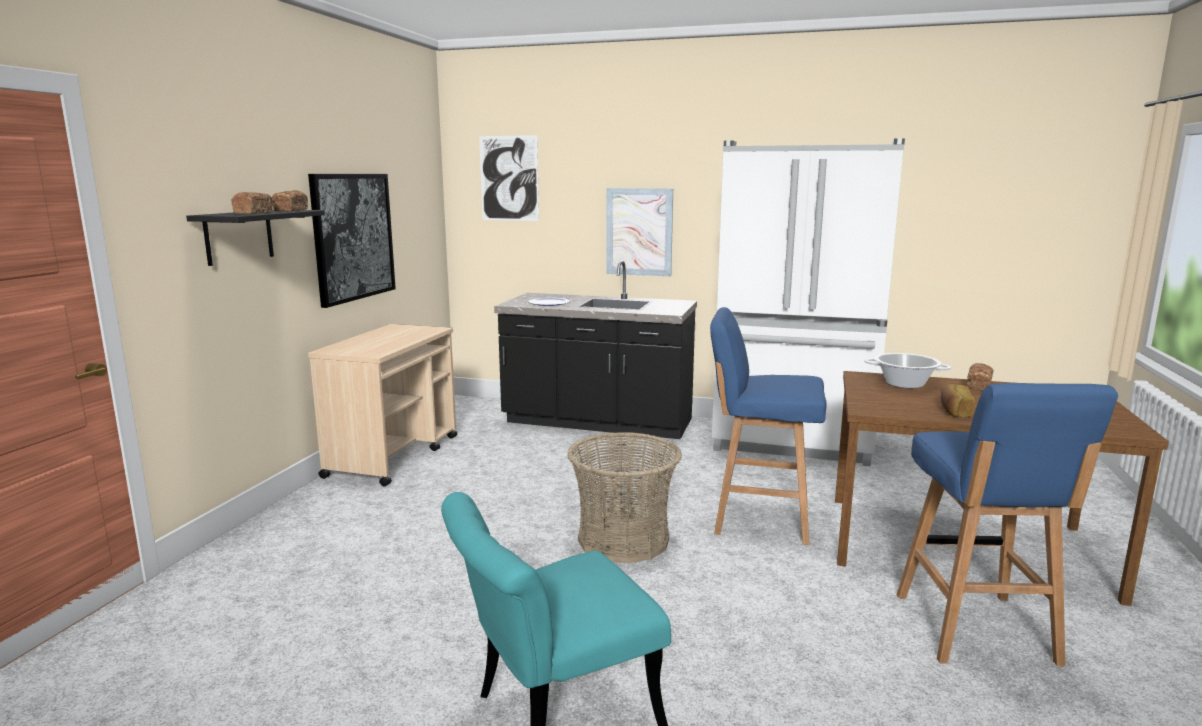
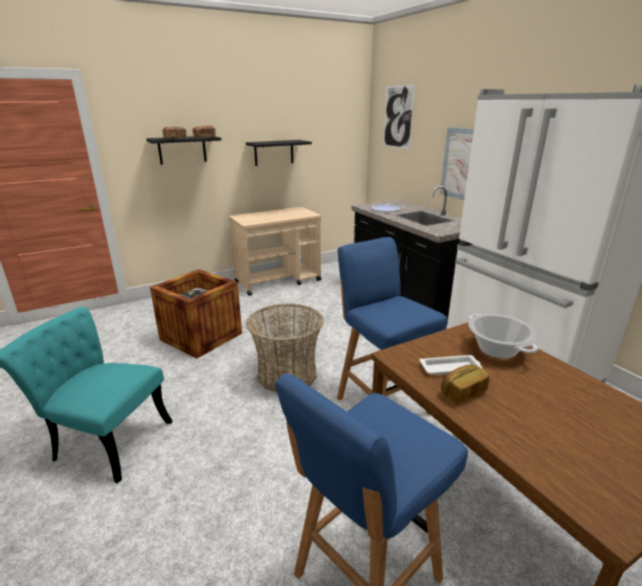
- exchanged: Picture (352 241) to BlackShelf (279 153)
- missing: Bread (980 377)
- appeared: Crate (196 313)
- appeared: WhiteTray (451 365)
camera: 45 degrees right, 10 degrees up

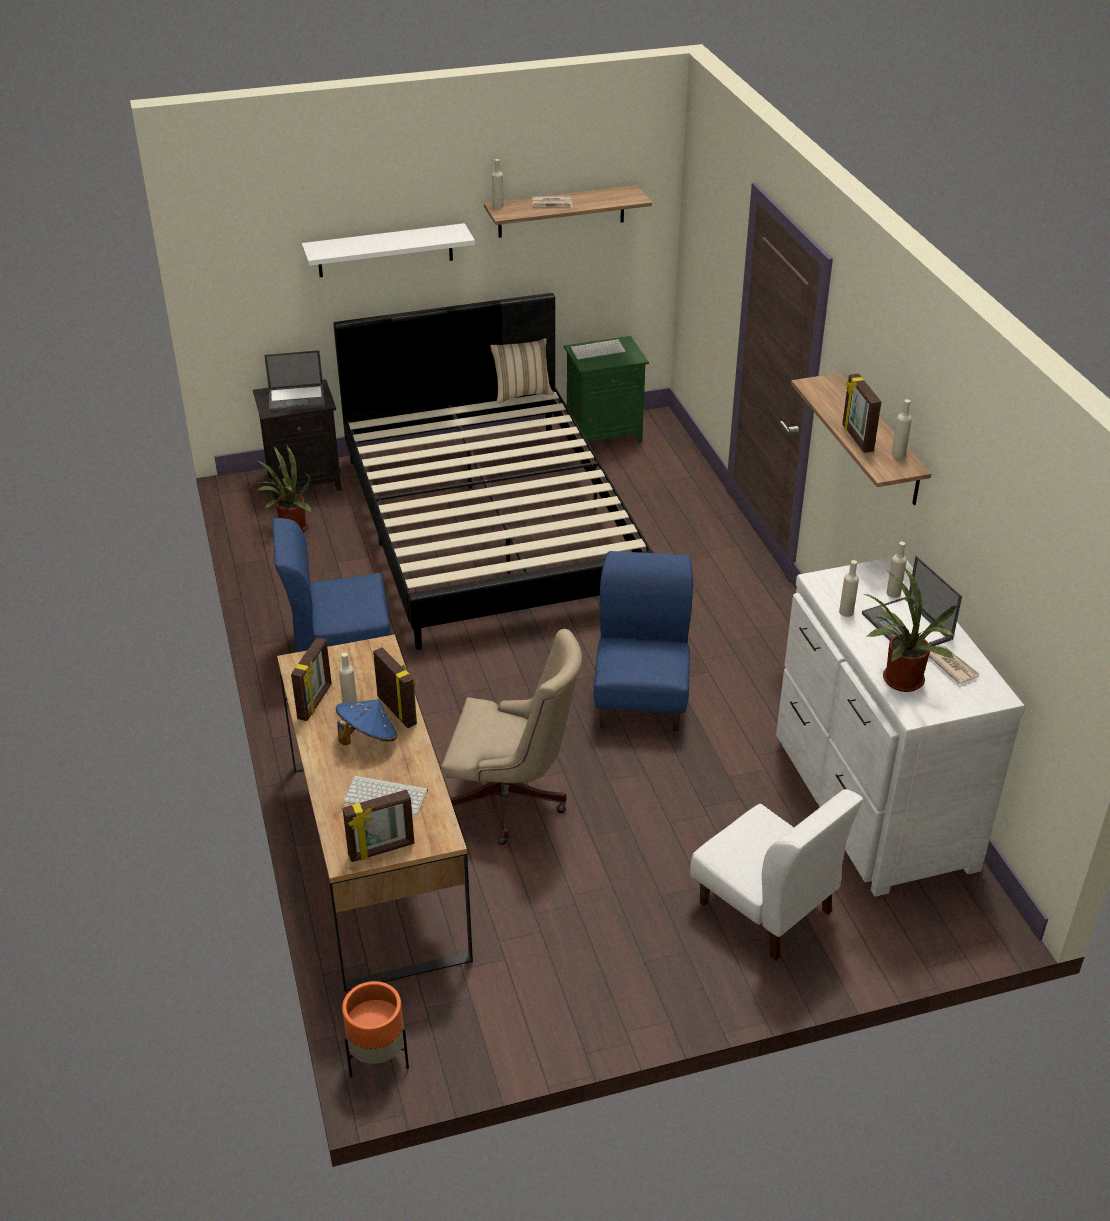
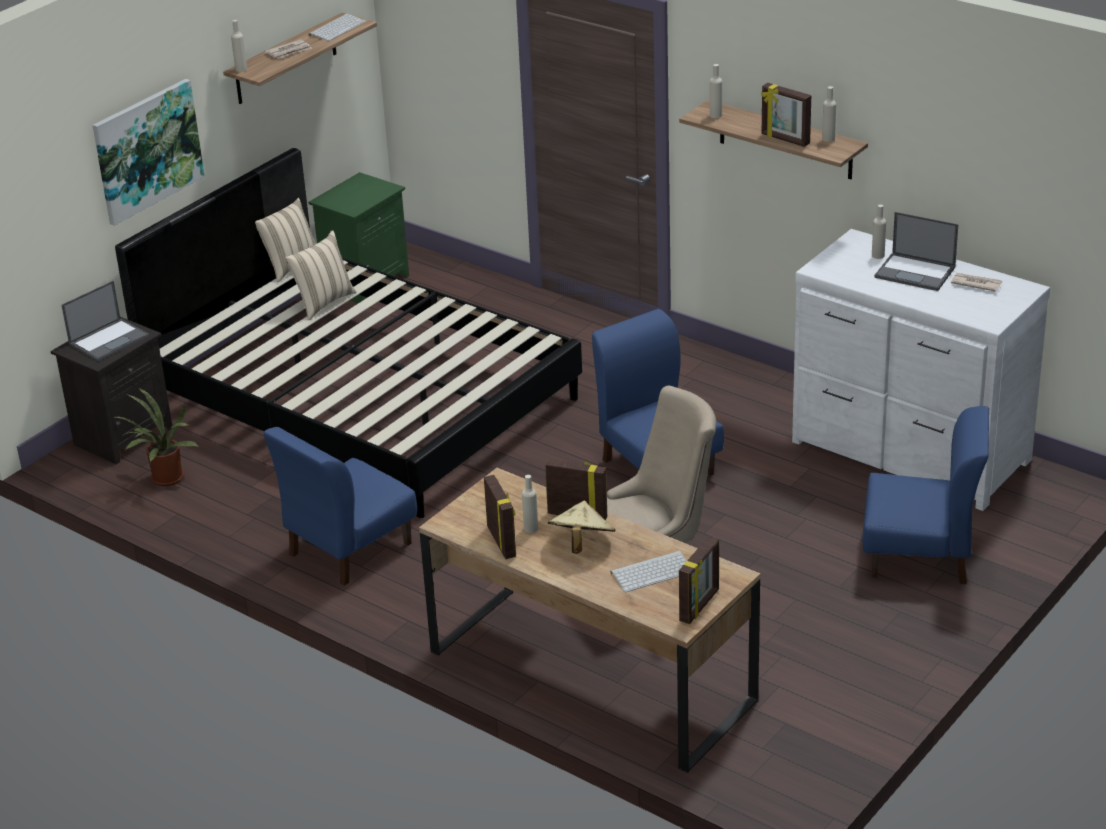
- exchanged: WhiteShelf (388 250) to Picture (149 152)
- colour: BlueHat (367 722) to BeigeHat (581 527)
- missing: OrangePlanter (375 1029)
- relocated: Keyboard (598 349) to (337 27)
- colour: WhiteChair (776 875) to BlueChair (925 495)
- relocated: BeigeBottle (849 588) to (716 91)
- missing: PottedPlant (910 630)
- appeared: BeigePillow (320 275)
camera: 35 degrees left, 5 degrees down

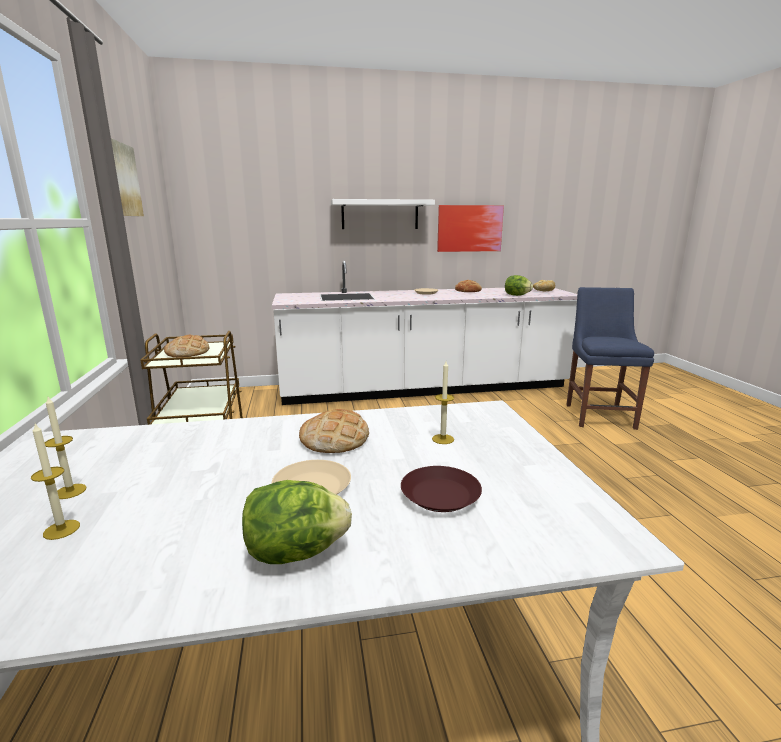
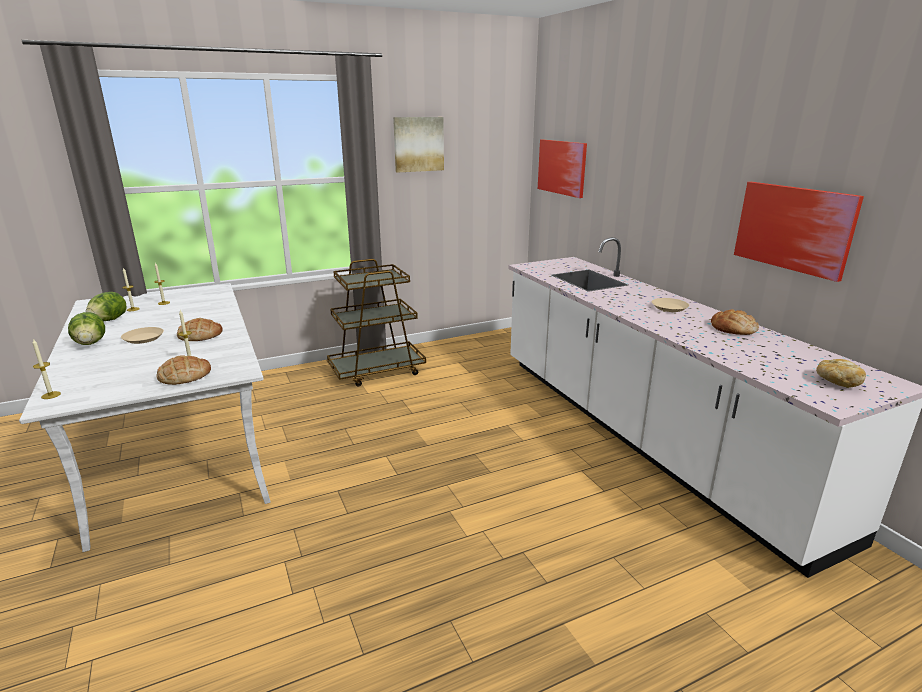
- relocated: Bread (187 346) to (184 370)
- missing: WhiteShelf (383 214)
- missing: BrownPlate (441 489)
- relocated: Lettuce (519 285) to (106 306)
- missing: BlueChair (610 358)
- appeared: Candle (47 369)
- appeared: Picture (562 169)
camera: 75 degrees right, 5 degrees up

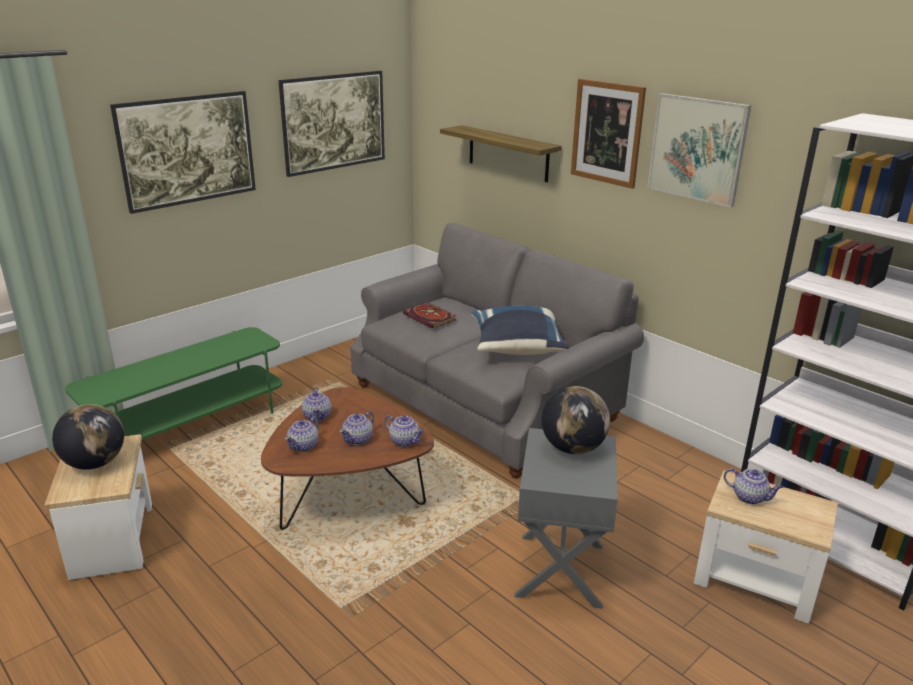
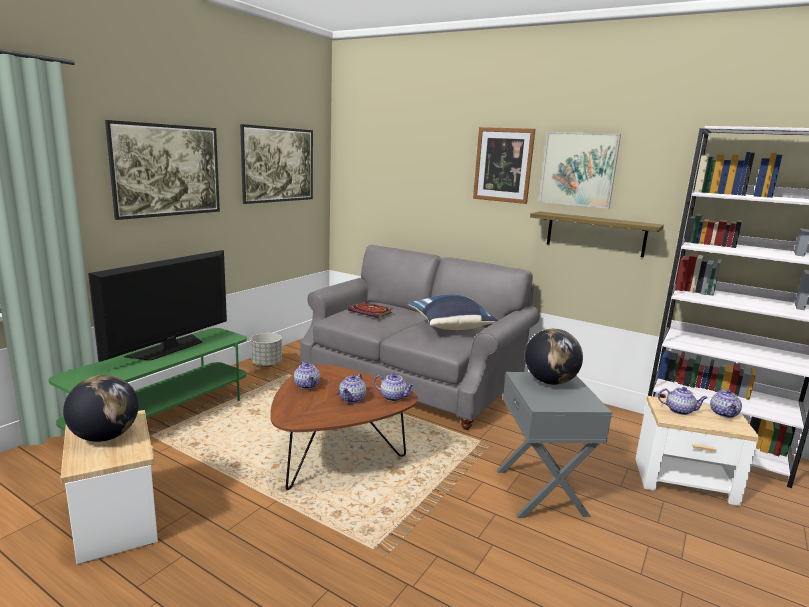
- relocated: Teapot (302 434) to (726 403)
- relocated: Shelf (501 153) to (597 234)
- appeared: Television (157 306)
- appeared: GreyPlanter (266 350)
camera: 15 degrees left, 10 degrees down

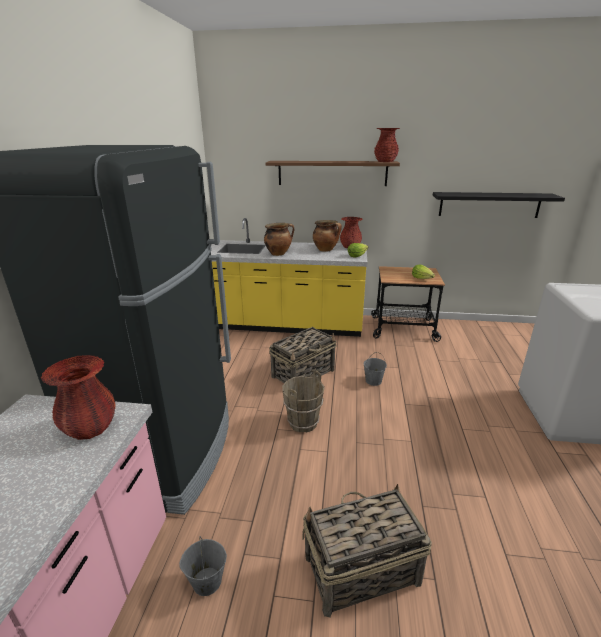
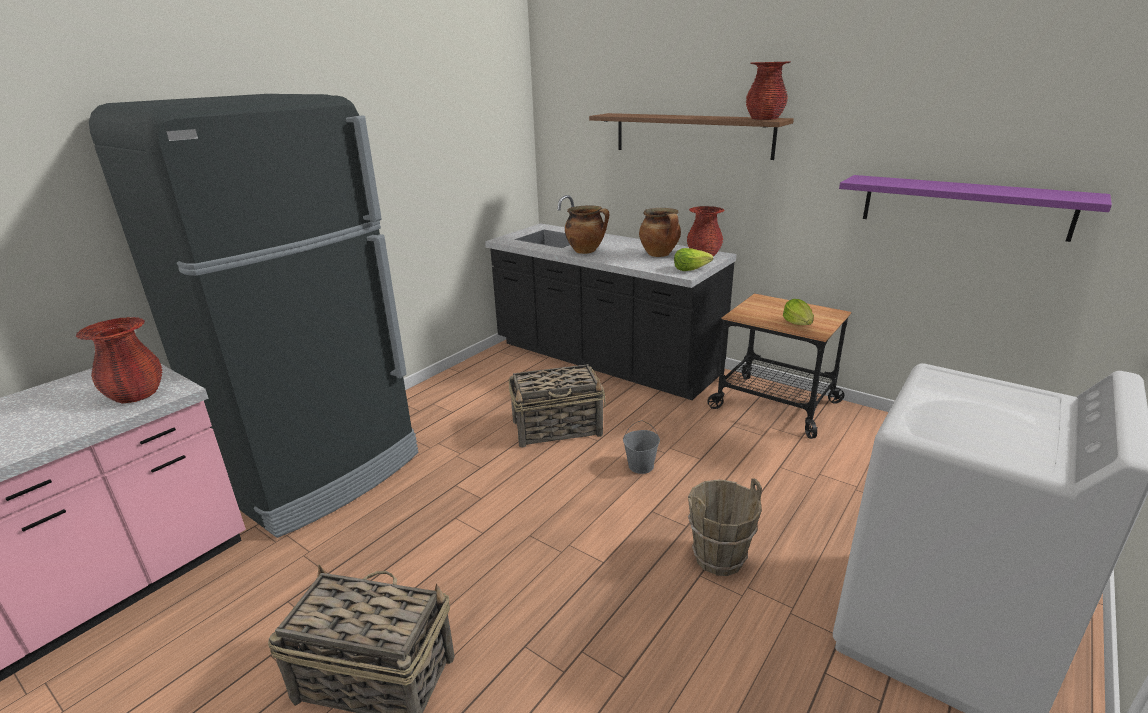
- missing: GreyBucket (203 566)
- colour: YellowCounter (289 277) to BlackCounter (611 297)
- relocated: BrownBucket (303 401) to (725 527)
- colour: BlackShelf (499 205) to PurpleShelf (975 208)
camera: 30 degrees right, 0 degrees up

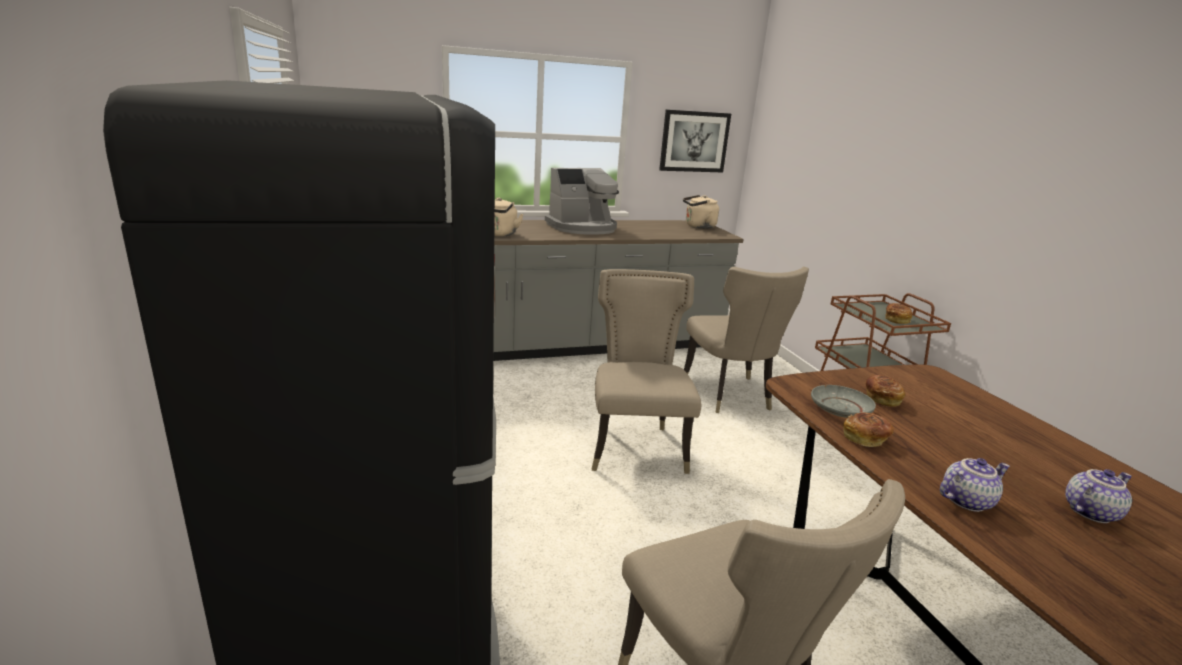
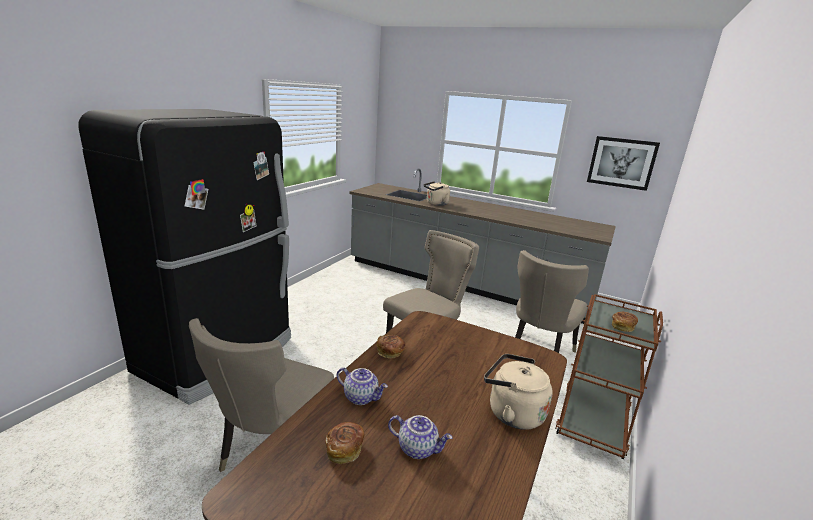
- missing: CoffeeMachine (582 201)
- relocated: BeigeKettle (701 212) to (518 392)
- missing: GreyPlate (843 401)
- relocated: Bread (885 391) to (344 443)
camera: 45 degrees right, 0 degrees up

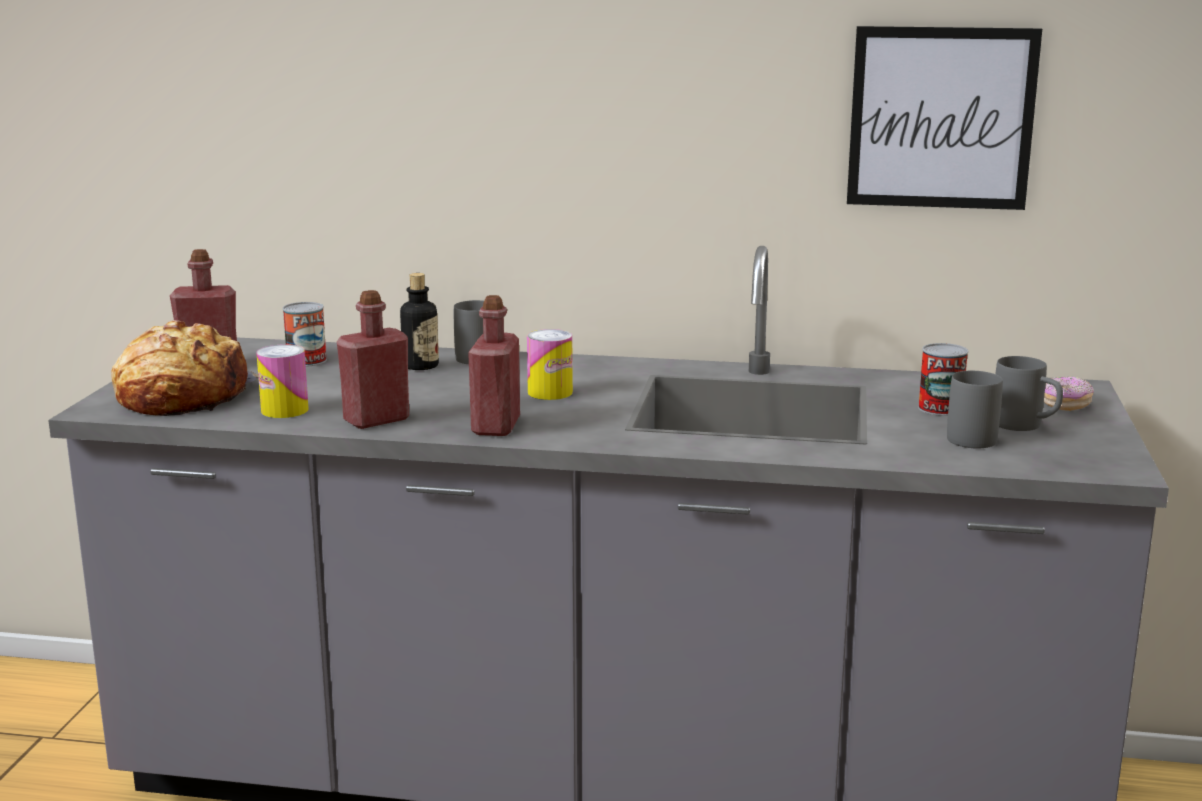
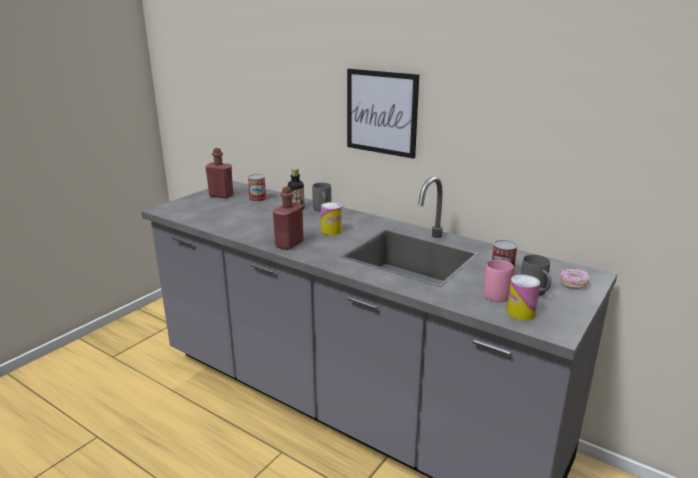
- missing: Bread (184 368)
- relocated: Can (282 381) to (523 297)
- missing: RedBottle (373 359)
- relocated: Picture (944 118) to (383 114)
- colour: GreyMug (975 409) to PinkMug (498 280)
camera: 25 degrees right, 5 degrees up

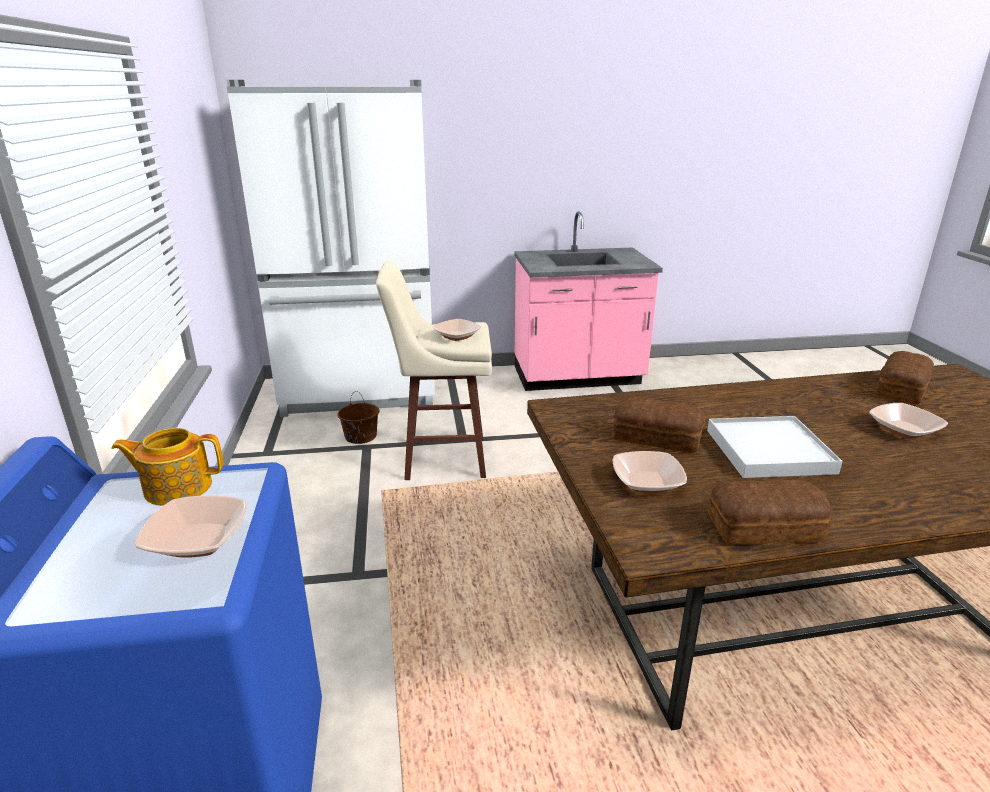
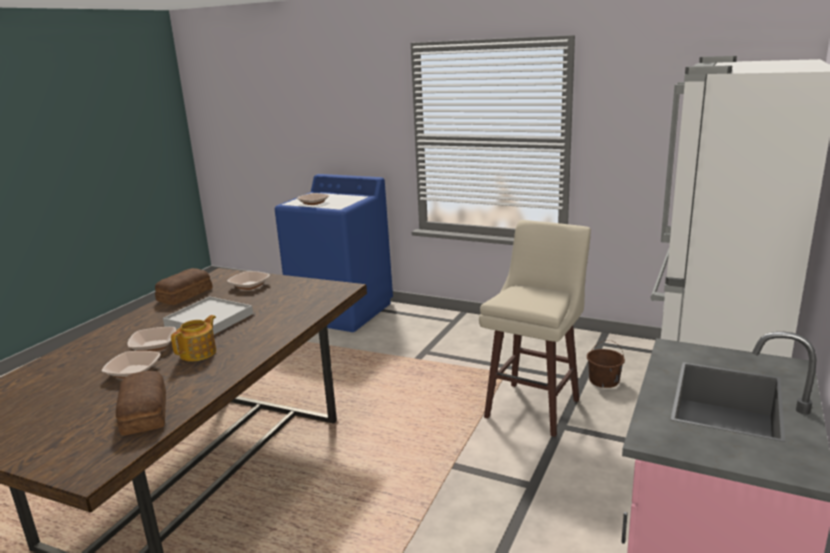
- relocated: Teapot (167 467) to (193 338)
- relocated: Bowl (457 330) to (151 339)
- missing: Bread (659 425)
camera: 125 degrees right, 5 degrees down

